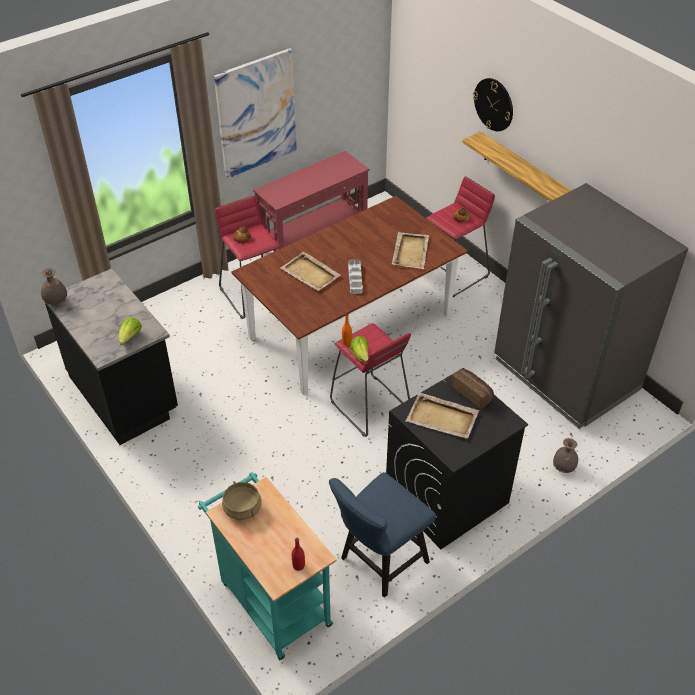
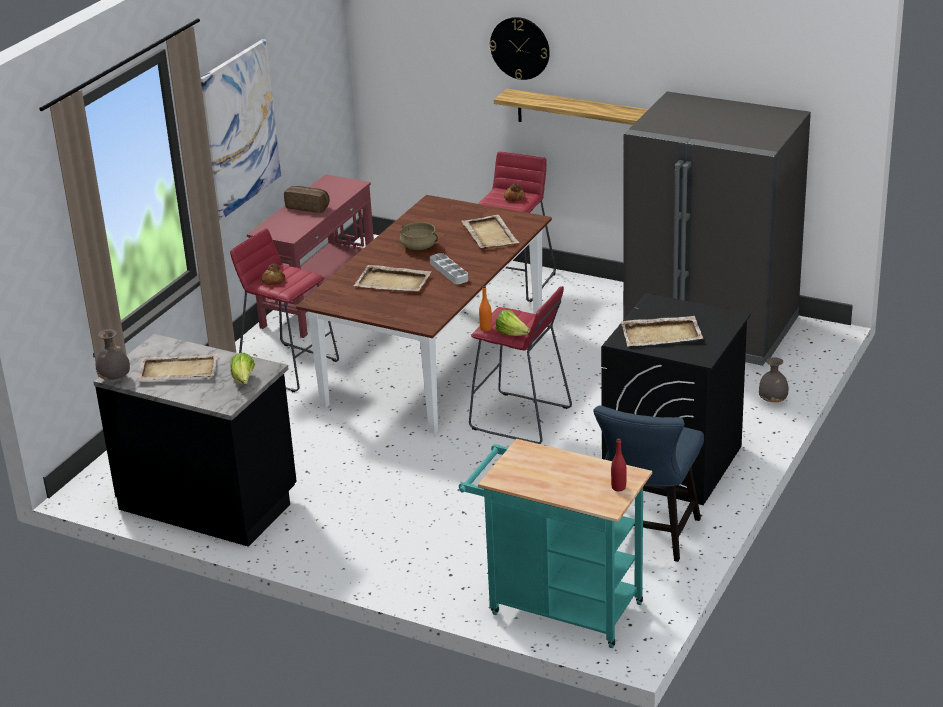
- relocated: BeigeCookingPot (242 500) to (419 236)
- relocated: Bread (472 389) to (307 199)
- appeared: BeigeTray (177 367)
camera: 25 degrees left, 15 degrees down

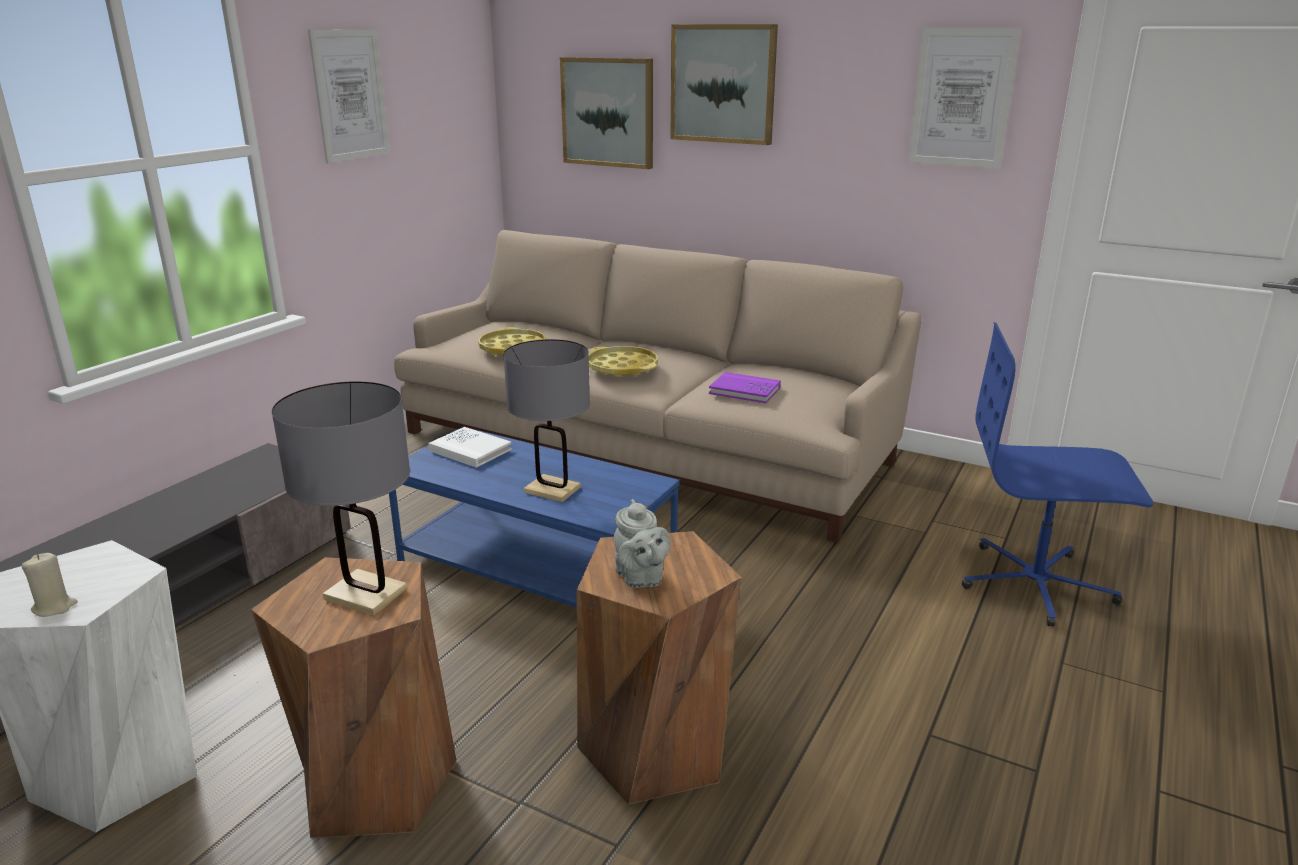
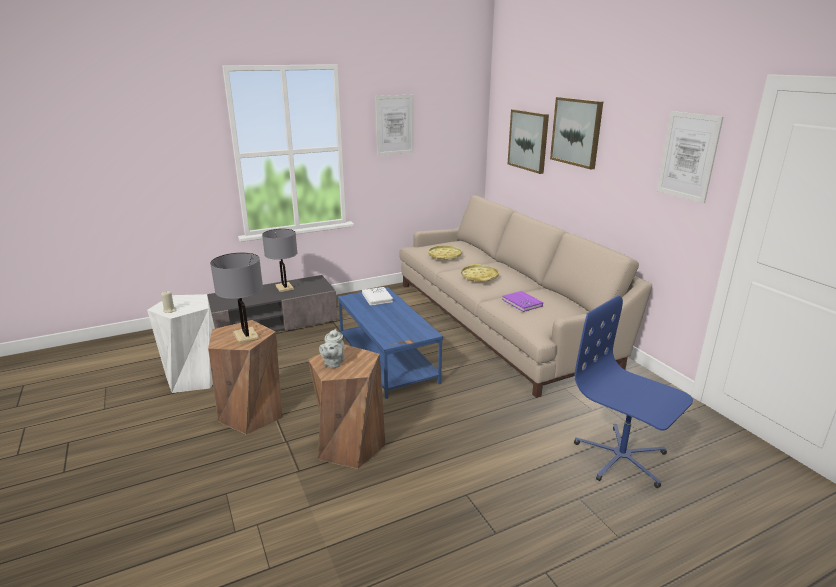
- relocated: GreyTableLamp (546 420) to (279 260)
camera: 35 degrees right, 0 degrees up

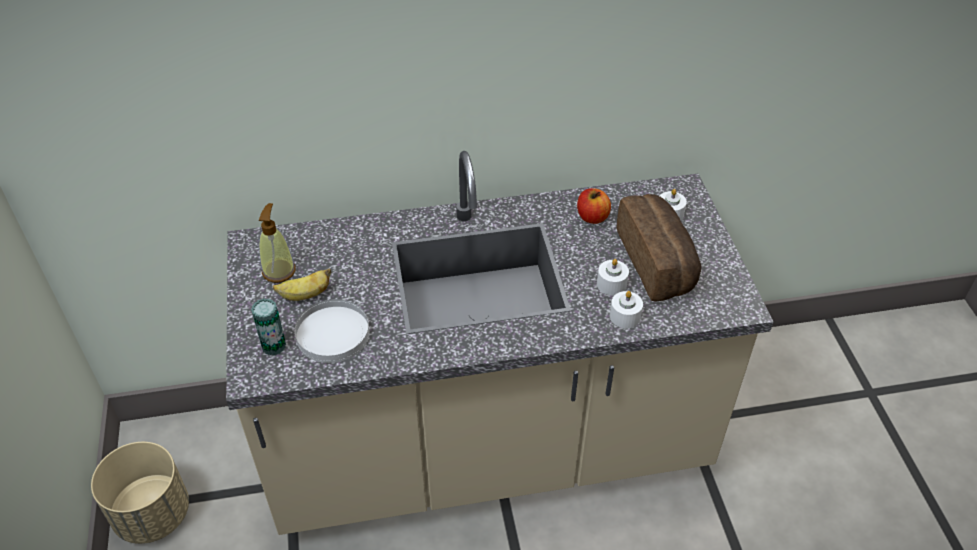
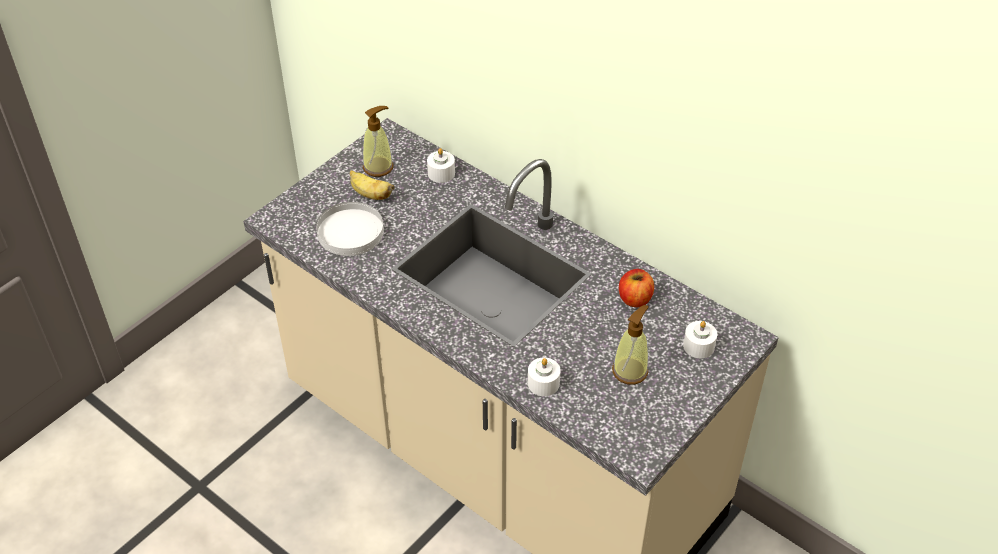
- missing: BeigePlanter (140 493)
- missing: Can (268 326)
- relocated: WhiteCandle (613 277) to (441 165)
- exchanged: Bread (659 248) to SoapDispenser (630 345)
camera: 50 degrees right, 0 degrees up

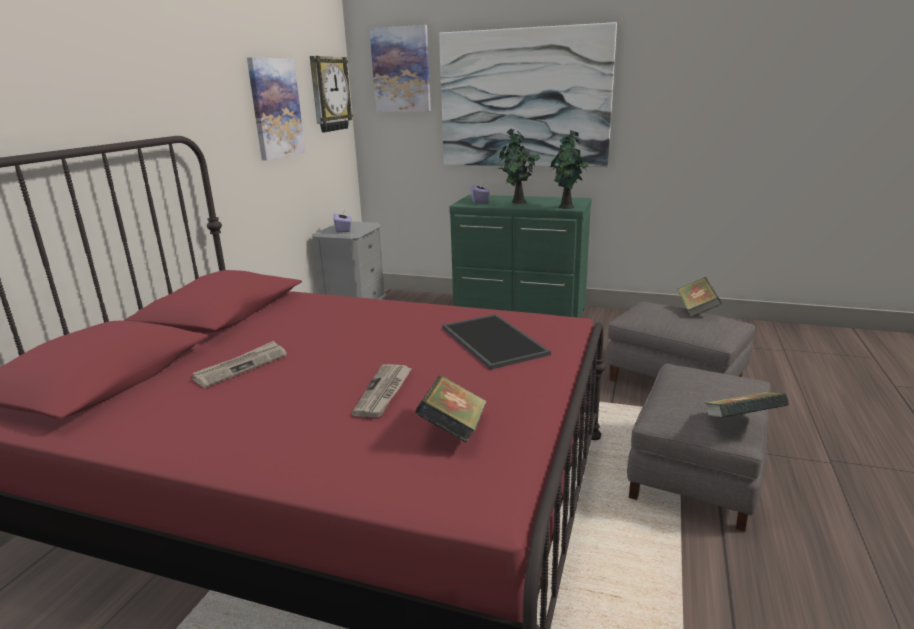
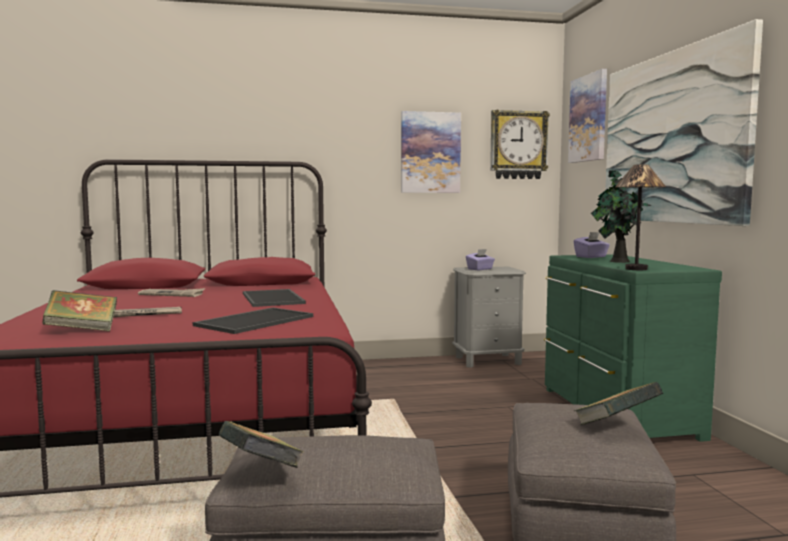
- exchanged: PottedPlant (569 169) to TableLamp (640 217)
- appeared: Tray (274 298)
camera: 60 degrees right, 15 degrees down

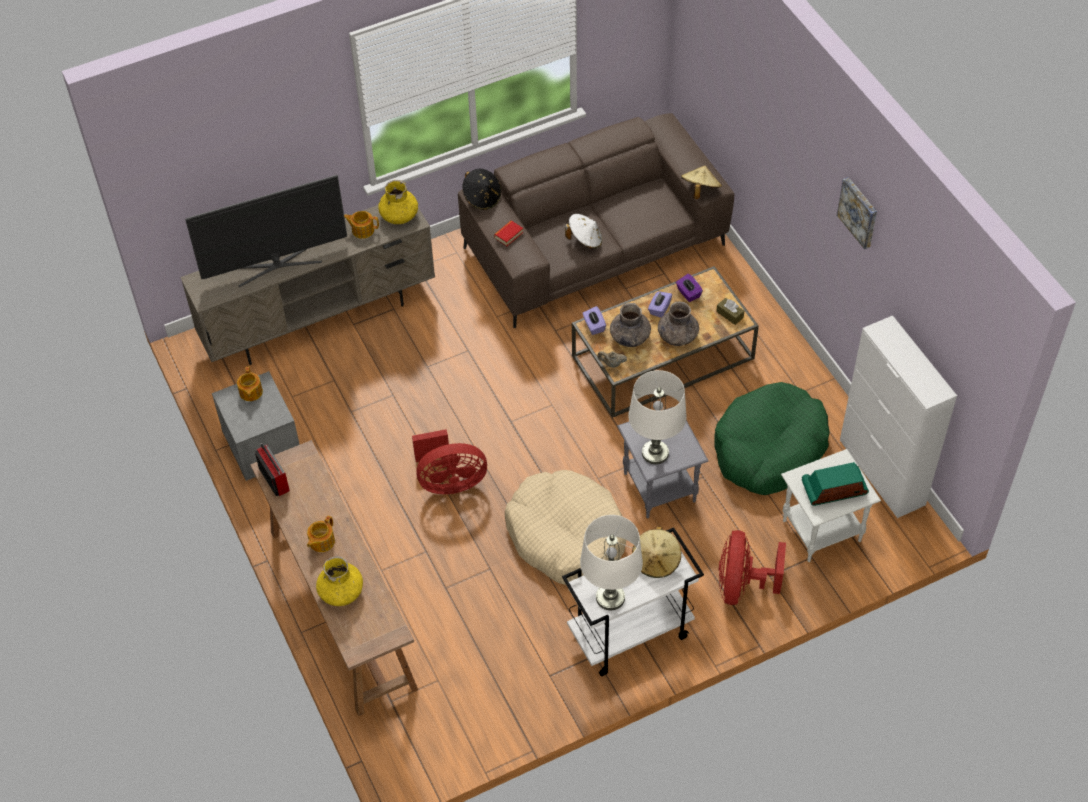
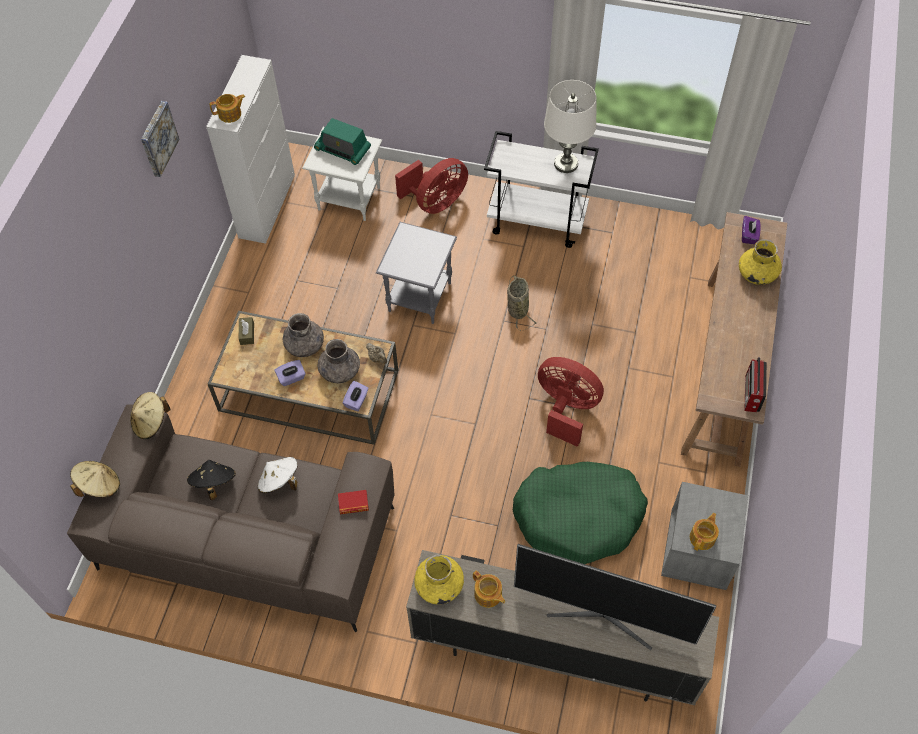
- relocated: Teapot (321 534) to (227 108)
- relocated: BlackHat (481 189) to (211 480)
- exchanged: BeigeDogBed (565 527) to Basket (522 303)
- missing: WhiteTableLamp (657 417)
- relocated: BeigeHat (656 552) to (95 479)
- relocated: PurpleTissueBox (689 288) to (751 230)
- relocated: GreenDogBed (772 438) to (580 513)
camera: 140 degrees left, 5 degrees up

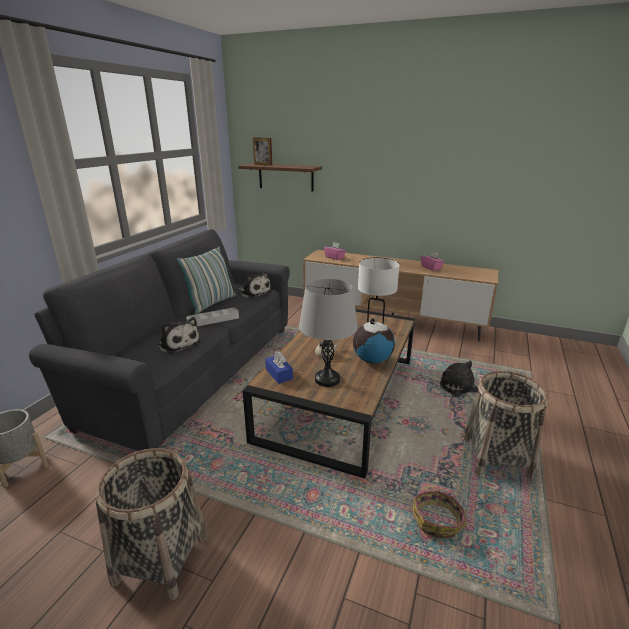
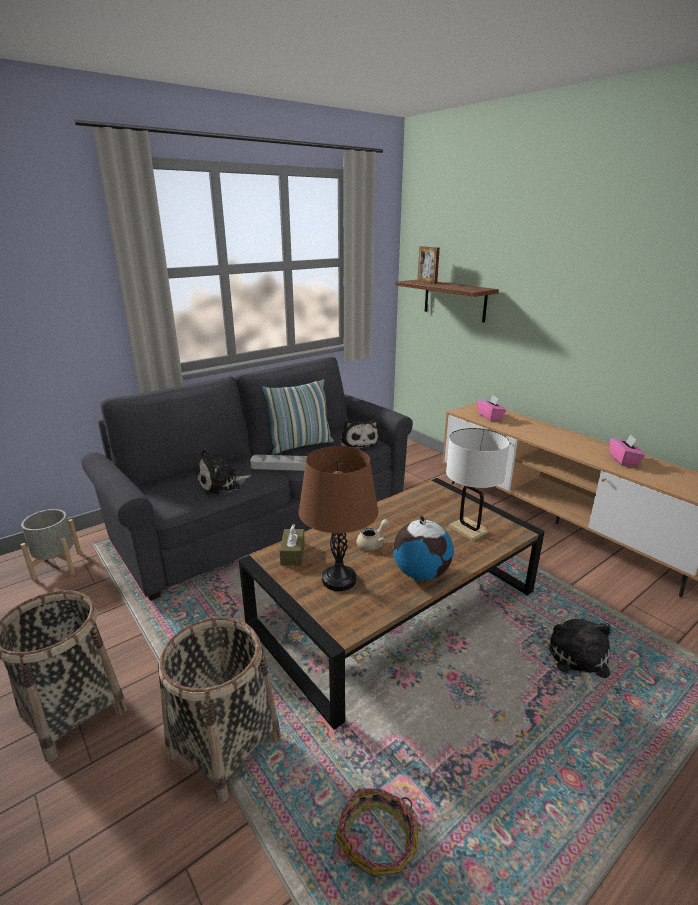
- spun: PlushToy (179 336) = (224 472) 75 degrees clockwise
- colour: BlueTissueBox (279 367) to BrownTissueBox (292 544)
- colour: GreyTableLamp (328 333) to BrownTableLamp (338 518)
- relocated: Basket (506 425) to (219 710)
camera: 30 degrees right, 0 degrees up

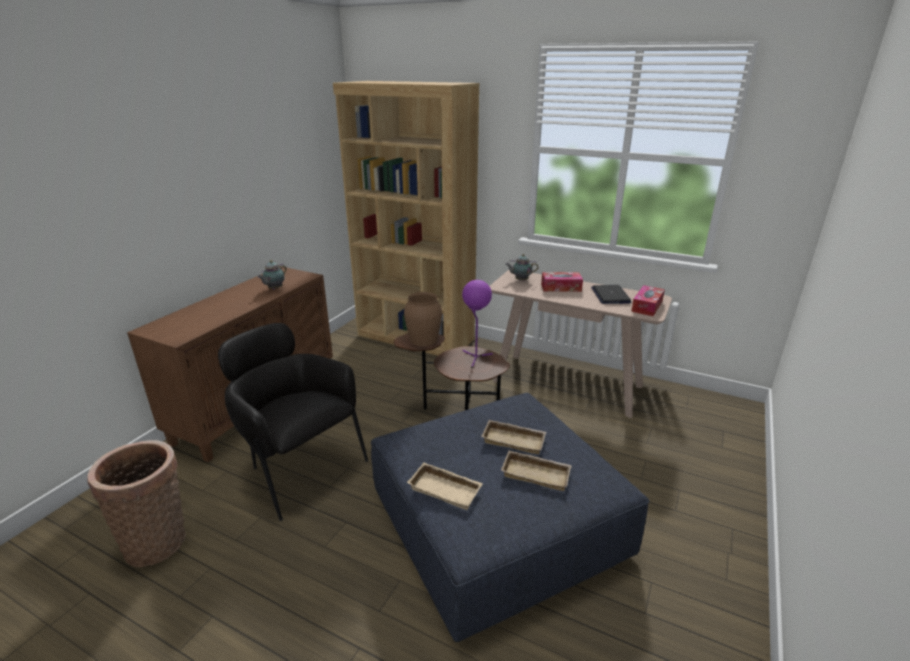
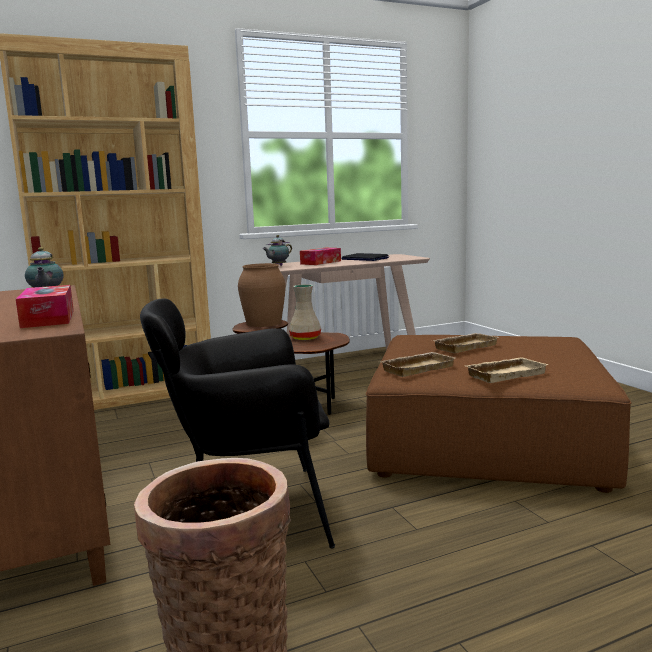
- colour: BlueOttoman (510 517) to BrownOttoman (499 414)
- exchanged: PurpleTableLamp (477 324) to BeigeVase (305 312)
- relocated: BeigeTray (536 470) to (417 364)
- relocated: TissueBox (648 300) to (45 306)
camera: 50 degrees left, 15 degrees down

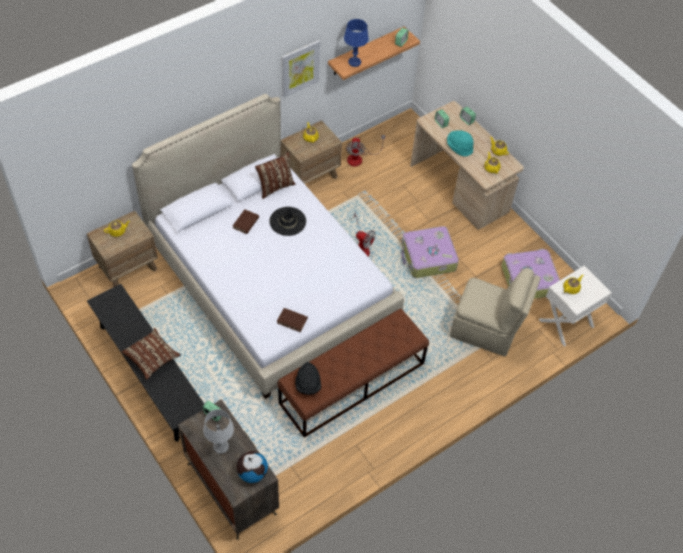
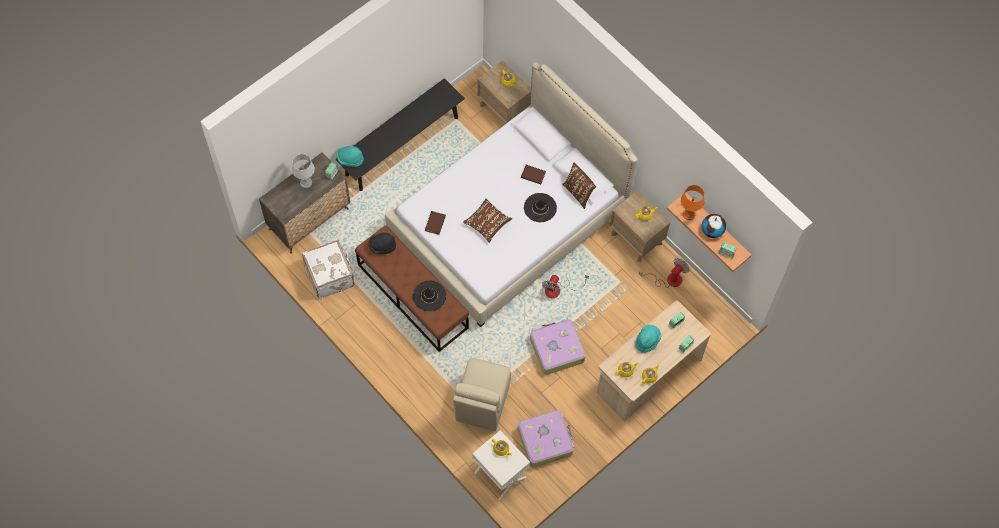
- relocated: BrownPillow (151 354) to (487 221)
- relocated: Globe (252 467) to (714 226)
- missing: Picture (301 69)
- colour: BlueTableLamp (356 43) to OrangeTableLamp (693 202)
- spun: Fan (366 150) = (664 273) 135 degrees clockwise
- appeared: WhiteSuitcase (328 269)
- appeared: TurquoiseHat (350 156)
- appeared: BlackHat (429 296)
camera: 85 degrees right, 10 degrees up

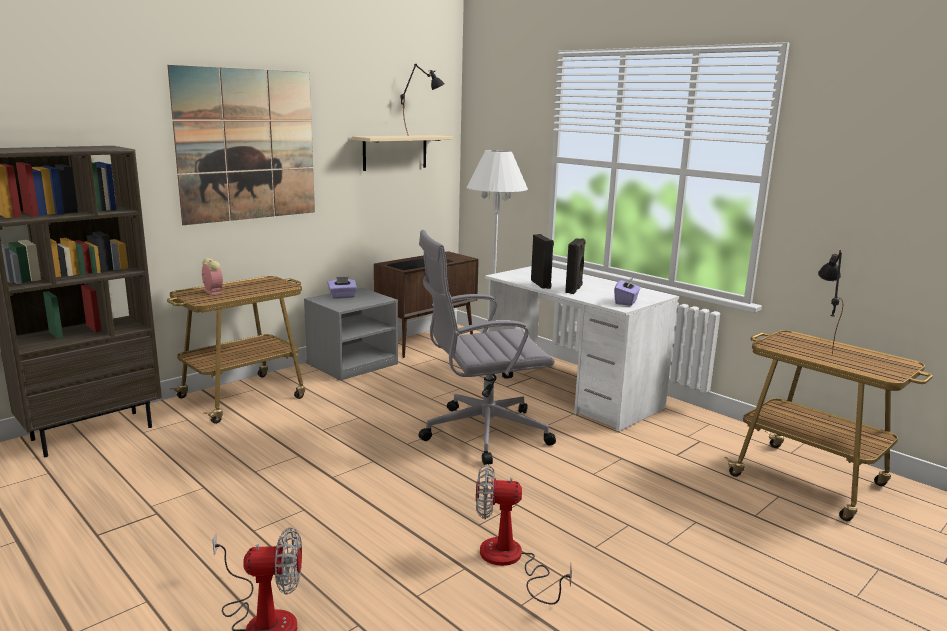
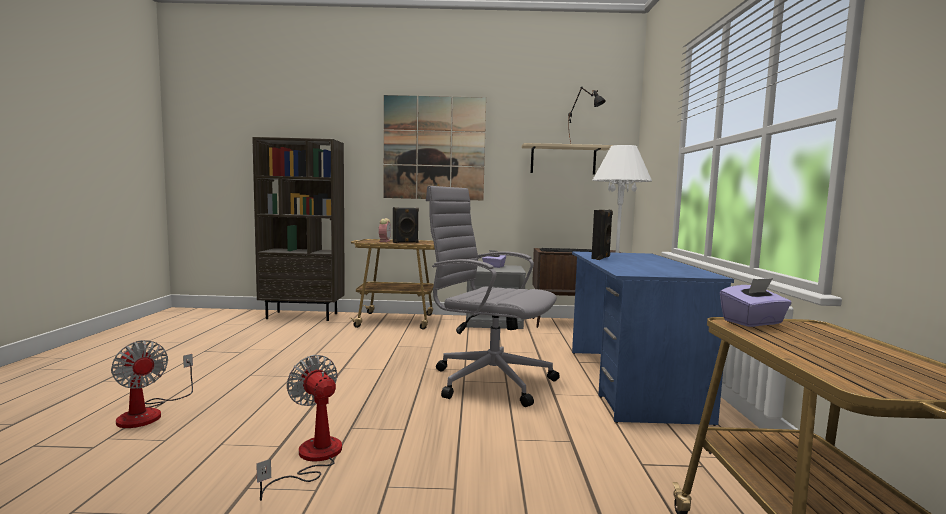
- colour: WhiteDesk (582 349) to BlueDesk (653 338)
- relocated: BlackSpeaker (575 266) to (406 225)
- relocated: PurpleTissueBox (627 291) to (756 302)
- missing: BlackTableLamp (830 302)
camera: 45 degrees right, 10 degrees down

